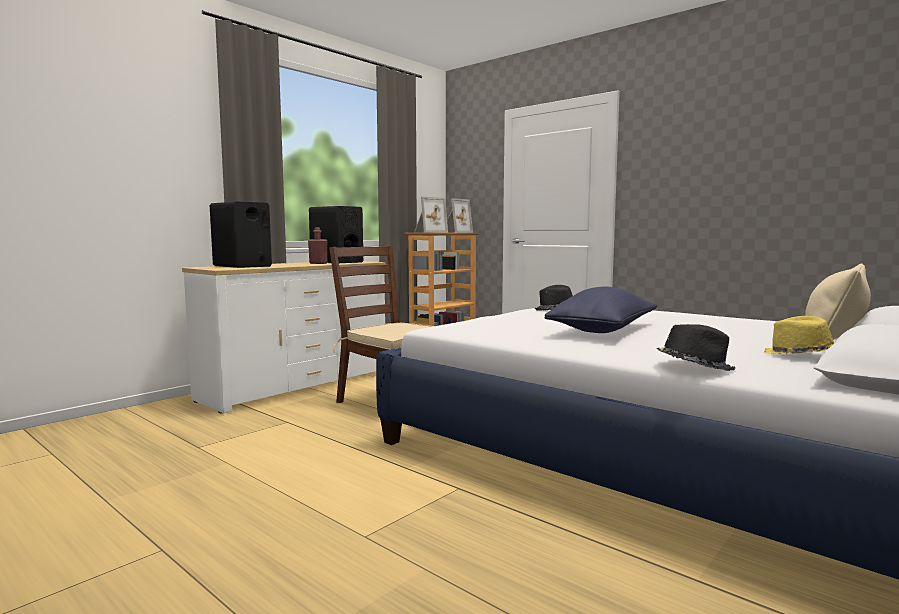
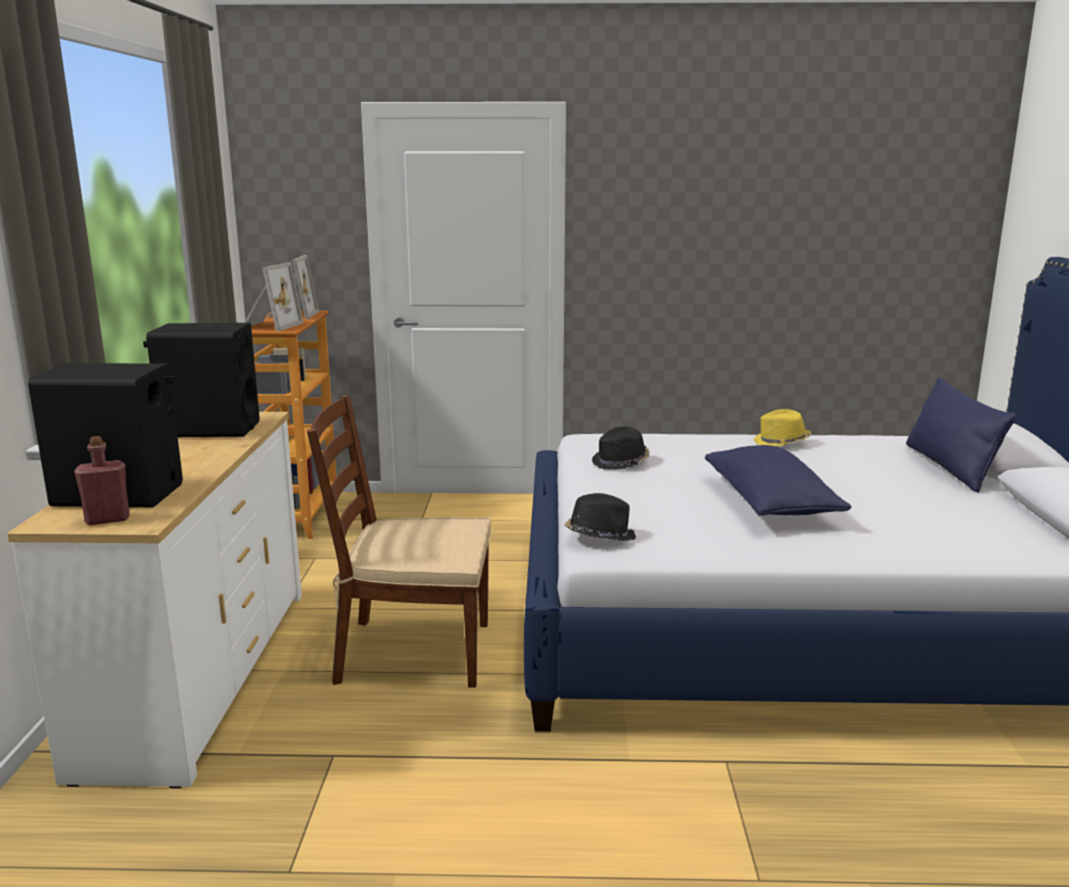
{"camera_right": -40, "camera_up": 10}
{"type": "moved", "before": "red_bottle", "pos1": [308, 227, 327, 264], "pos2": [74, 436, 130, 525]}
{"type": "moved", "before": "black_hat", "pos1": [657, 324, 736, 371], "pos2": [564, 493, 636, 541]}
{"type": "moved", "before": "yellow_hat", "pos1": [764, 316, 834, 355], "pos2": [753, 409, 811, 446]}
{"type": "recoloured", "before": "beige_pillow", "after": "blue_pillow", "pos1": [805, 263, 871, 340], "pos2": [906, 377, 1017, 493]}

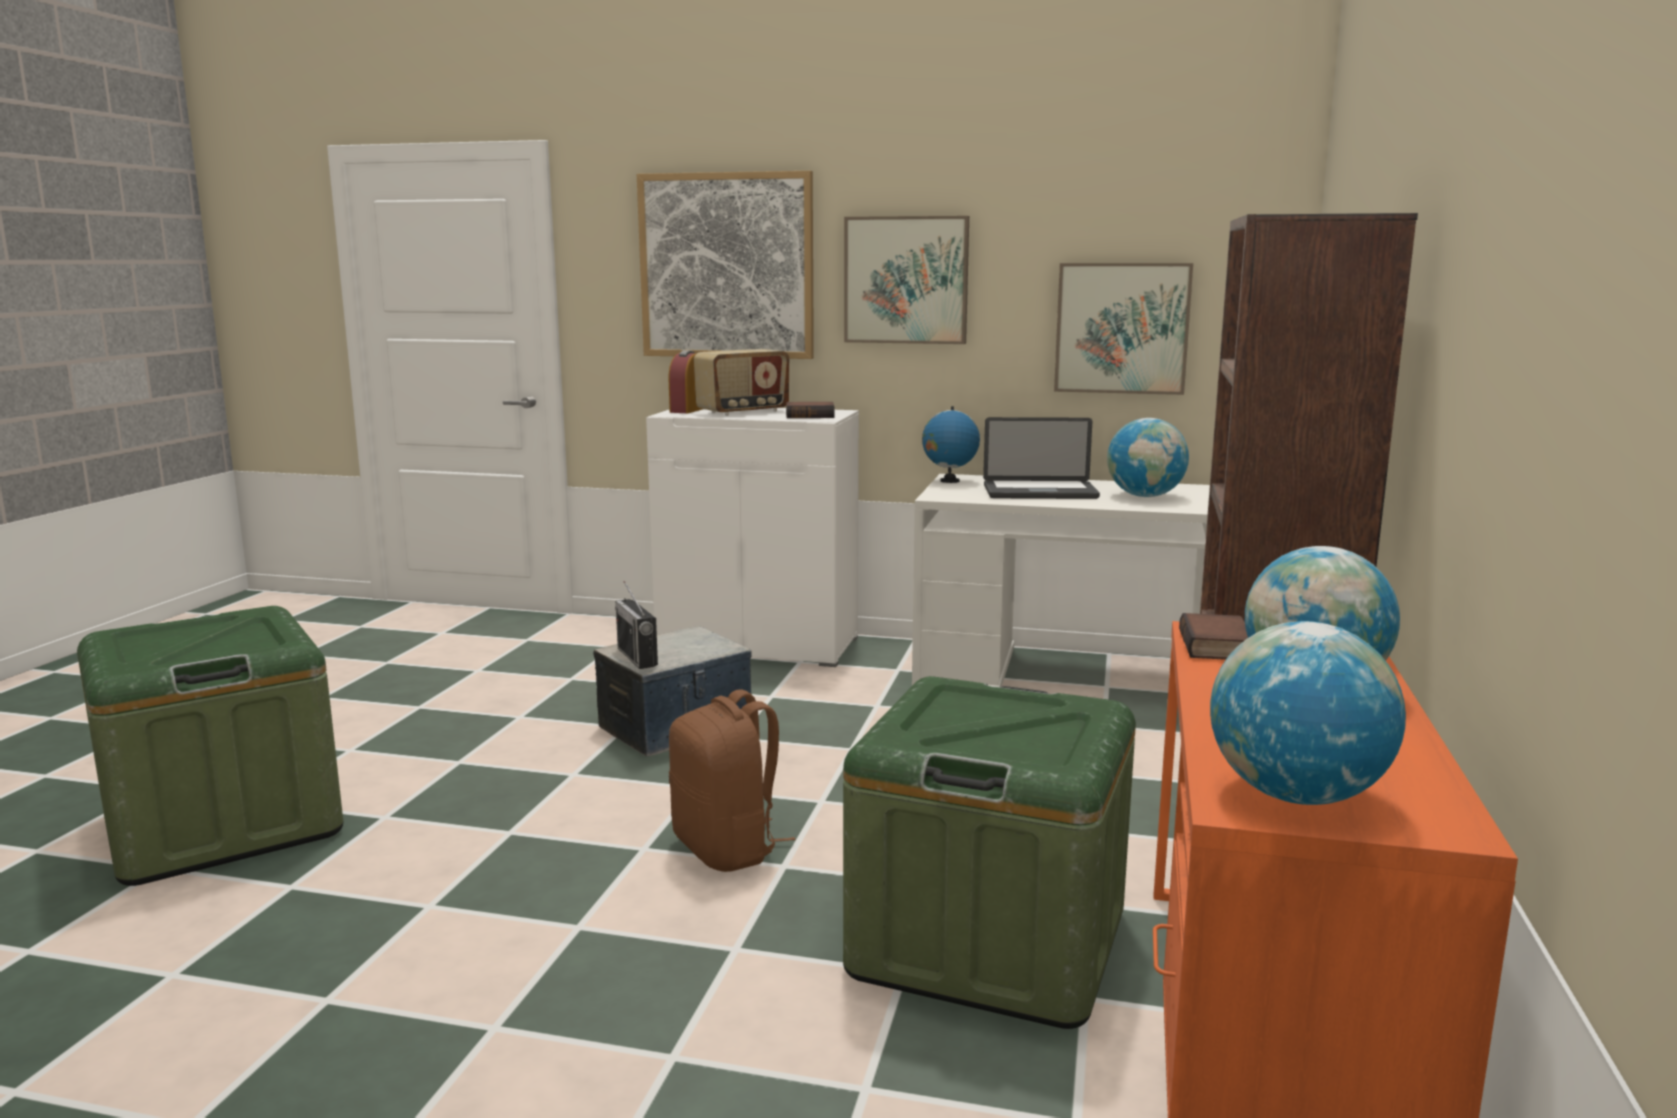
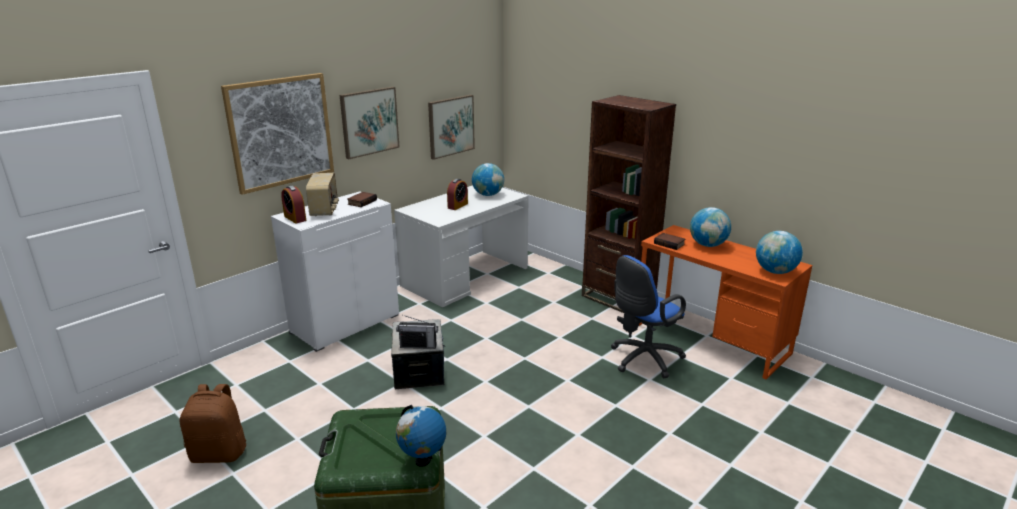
{"camera_right": -60, "camera_up": 10}
{"type": "moved", "before": "brown_backpack", "pos1": [669, 689, 796, 872], "pos2": [179, 384, 246, 463]}
{"type": "moved", "before": "globe", "pos1": [922, 406, 980, 483], "pos2": [396, 405, 446, 467]}
{"type": "replaced", "before": "laptop", "after": "alarm_clock", "pos1": [983, 417, 1100, 499], "pos2": [447, 179, 468, 210]}
{"type": "replaced", "before": "green_storage_box", "after": "blue_office_chair", "pos1": [843, 676, 1136, 1029], "pos2": [611, 255, 686, 378]}

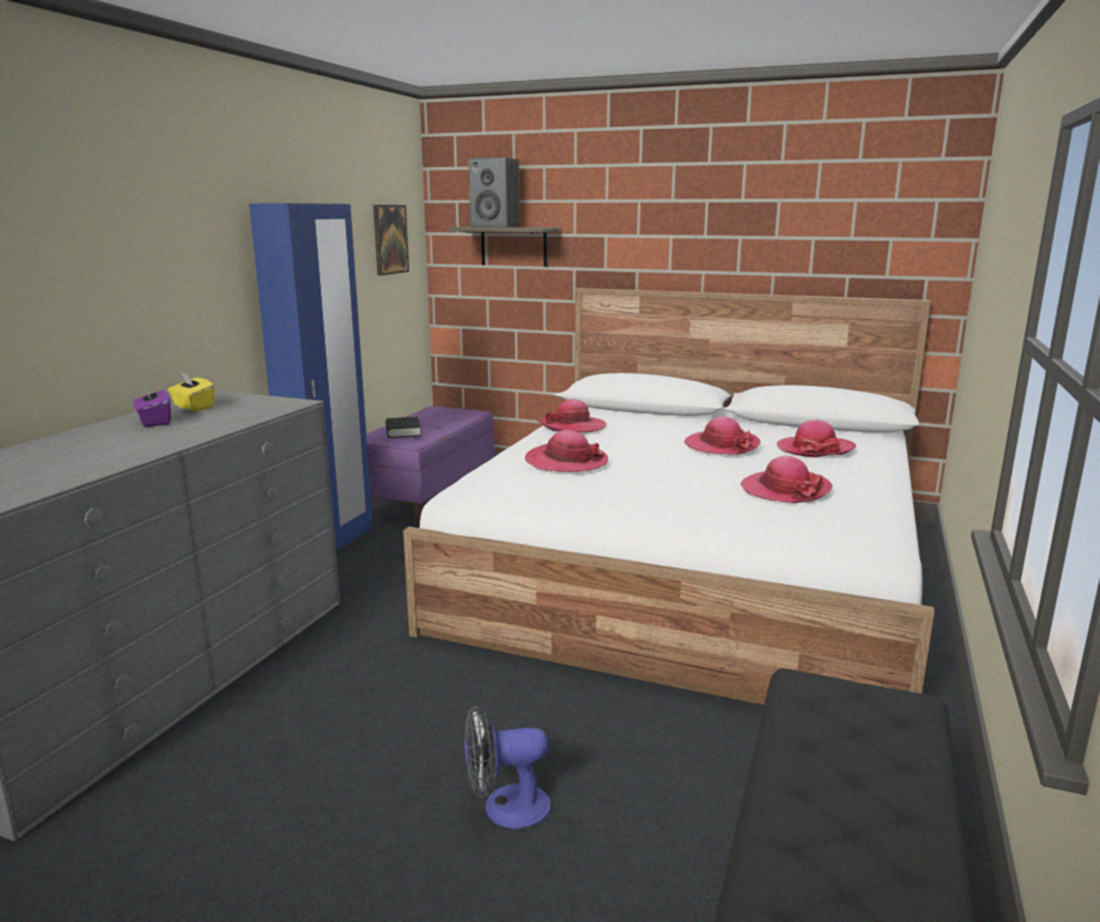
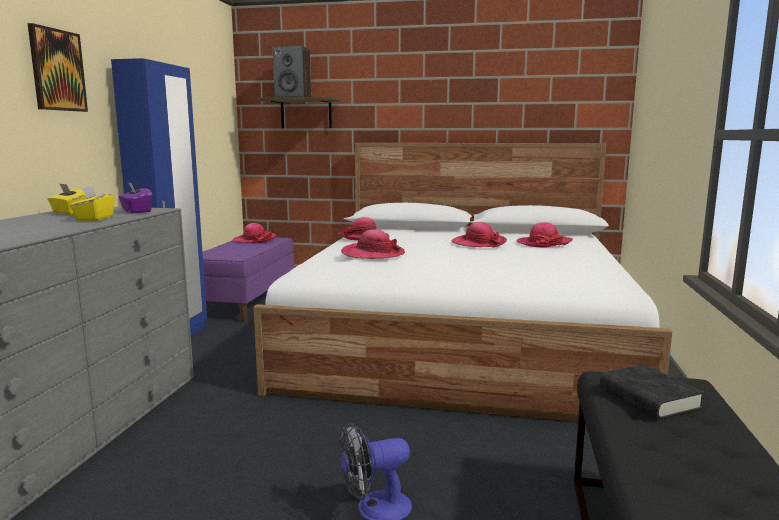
{"camera_right": -10, "camera_up": -5}
{"type": "moved", "before": "picture", "pos1": [373, 205, 409, 276], "pos2": [27, 23, 88, 112]}
{"type": "added", "after": "yellow_tissue_box", "pos2": [70, 186, 115, 221]}
{"type": "moved", "before": "purple_tissue_box", "pos1": [133, 383, 171, 427], "pos2": [118, 182, 152, 213]}
{"type": "moved", "before": "hat", "pos1": [741, 456, 832, 503], "pos2": [233, 223, 277, 244]}
{"type": "moved", "before": "black_book", "pos1": [385, 417, 421, 438], "pos2": [600, 364, 705, 419]}

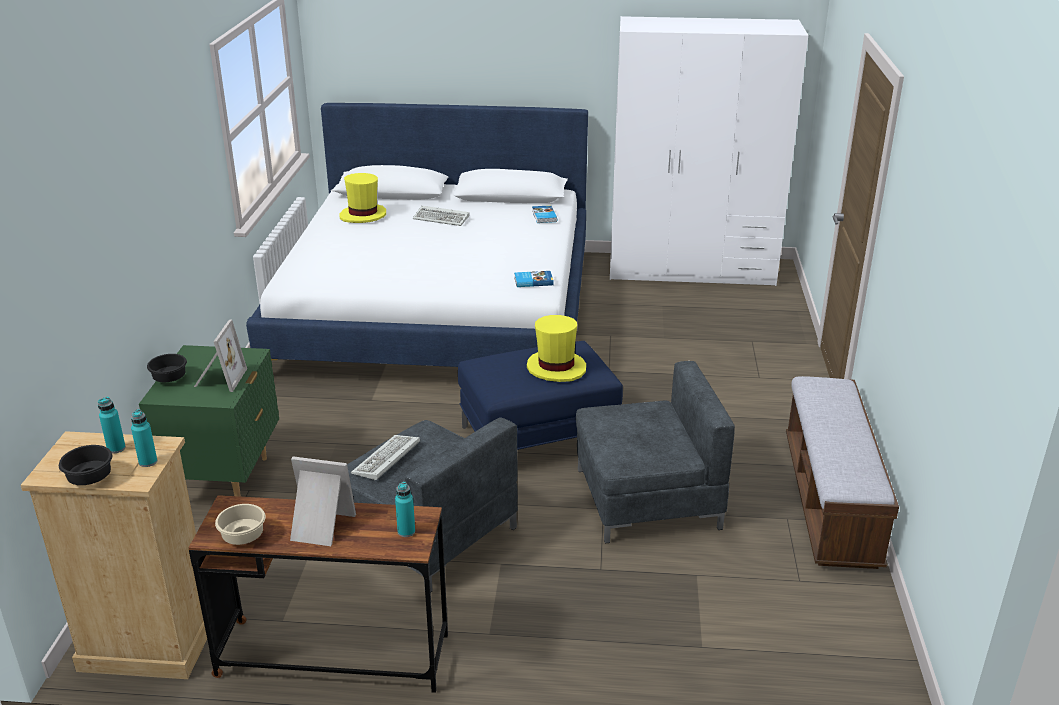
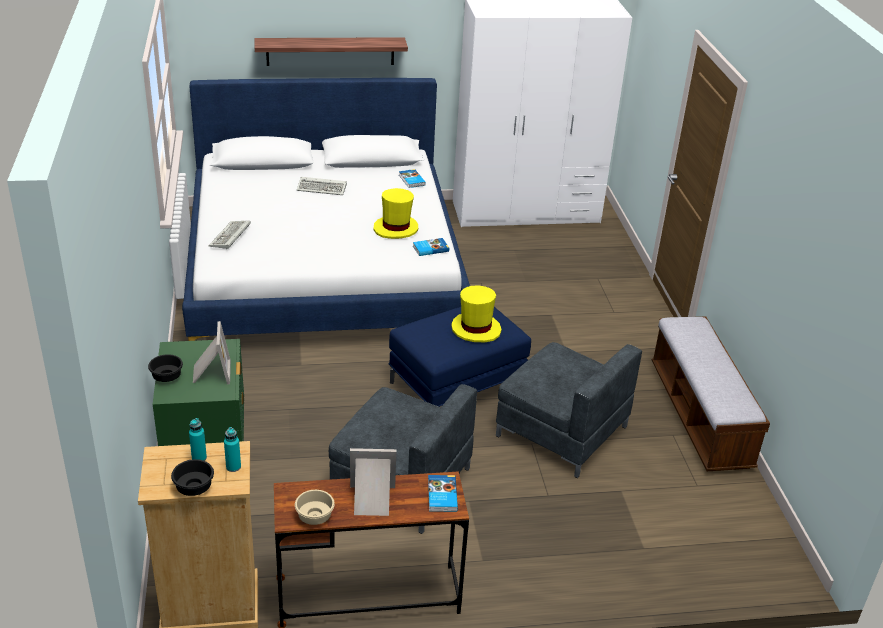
{"camera_right": -15, "camera_up": 5}
{"type": "moved", "before": "keyboard", "pos1": [351, 435, 420, 480], "pos2": [209, 221, 251, 249]}
{"type": "added", "after": "shelf", "pos2": [255, 37, 408, 66]}
{"type": "moved", "before": "yellow_hat", "pos1": [340, 173, 386, 223], "pos2": [374, 188, 418, 239]}
{"type": "replaced", "before": "turquoise_bottle", "after": "book", "pos1": [395, 481, 415, 537], "pos2": [428, 475, 458, 512]}
{"type": "turned", "before": "grey_armchair", "pos1": [576, 361, 735, 543], "pos2": [496, 342, 642, 478], "turn": 60}

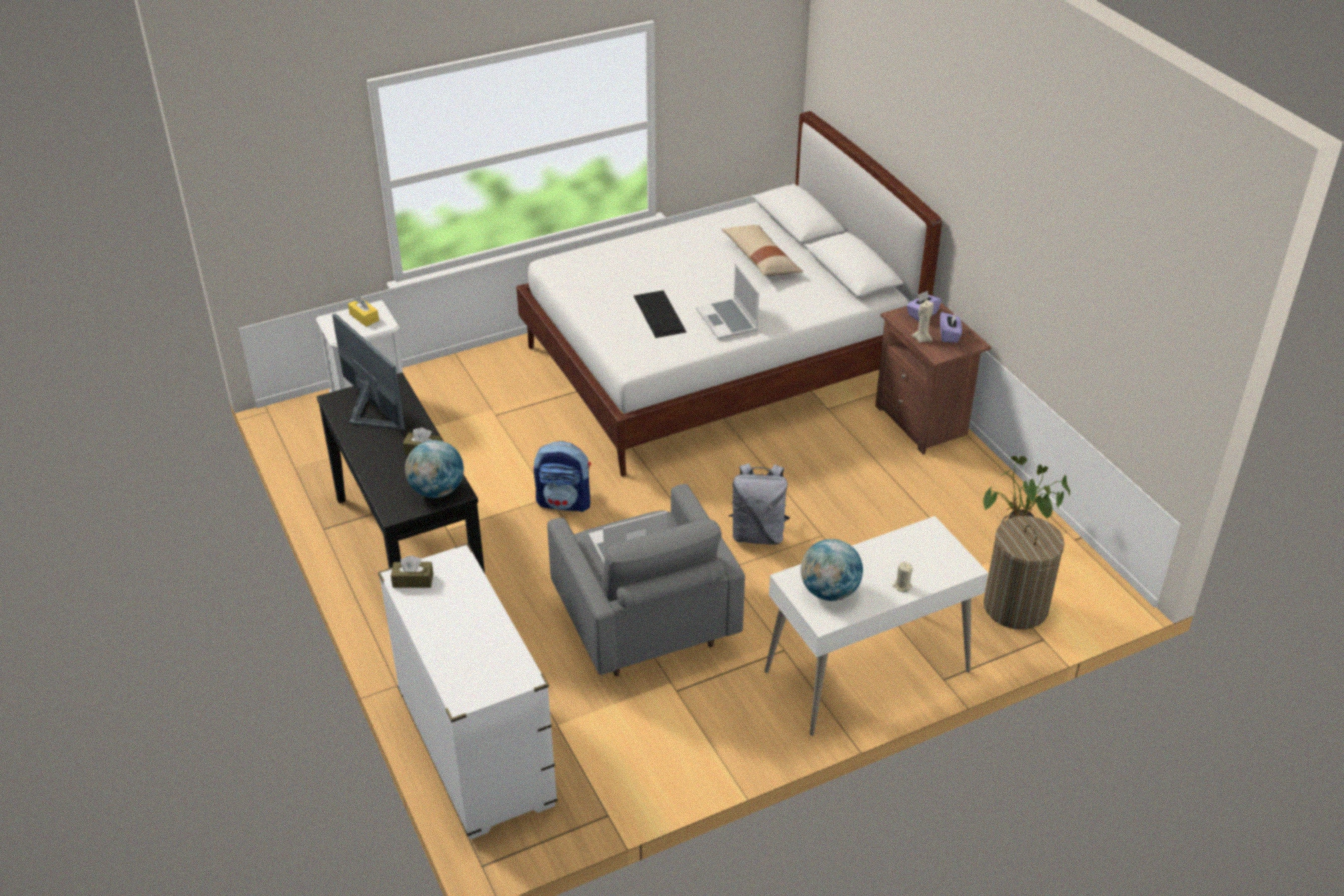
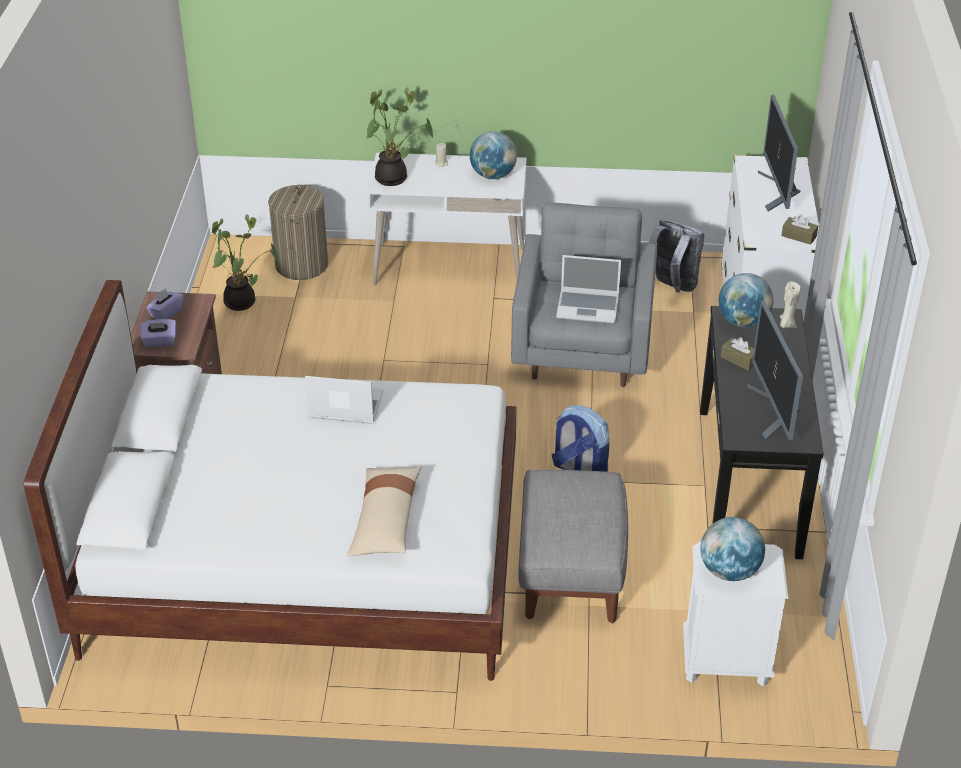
{"camera_right": -150, "camera_up": 0}
{"type": "turned", "before": "laptop", "pos1": [696, 263, 759, 339], "pos2": [305, 376, 383, 424], "turn": -90}
{"type": "moved", "before": "beige_pillow", "pos1": [721, 225, 803, 276], "pos2": [347, 466, 422, 556]}
{"type": "added", "after": "potted_plant", "pos2": [366, 88, 433, 186]}
{"type": "added", "after": "grey_ottoman", "pos2": [518, 470, 628, 623]}
{"type": "moved", "before": "grey_backpack", "pos1": [729, 463, 790, 545], "pos2": [649, 219, 704, 293]}
{"type": "replaced", "before": "yellow_tissue_box", "after": "globe", "pos1": [348, 296, 379, 327], "pos2": [701, 517, 765, 581]}
{"type": "added", "after": "monitor", "pos2": [758, 95, 801, 211]}
{"type": "moved", "before": "beige_candle", "pos1": [911, 300, 934, 343], "pos2": [780, 281, 801, 329]}
{"type": "removed", "before": "keyboard", "pos1": [634, 290, 686, 338]}

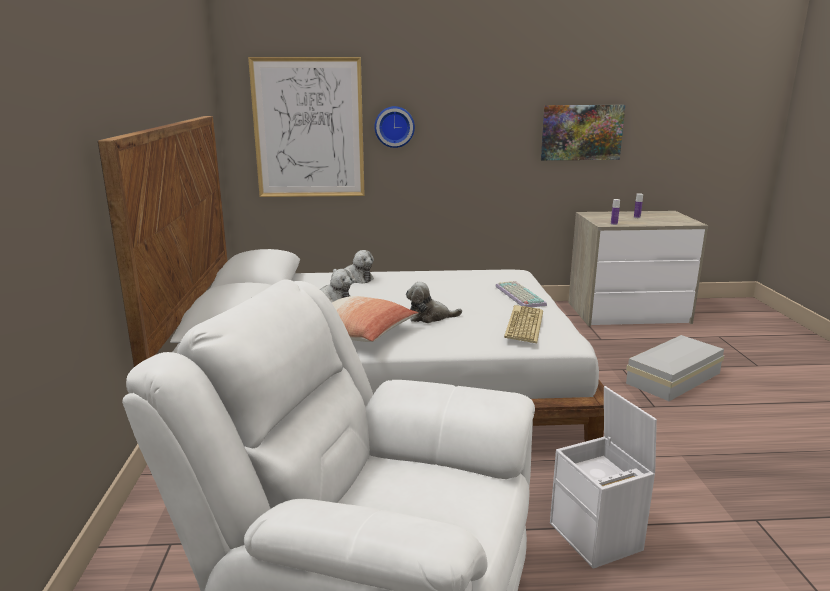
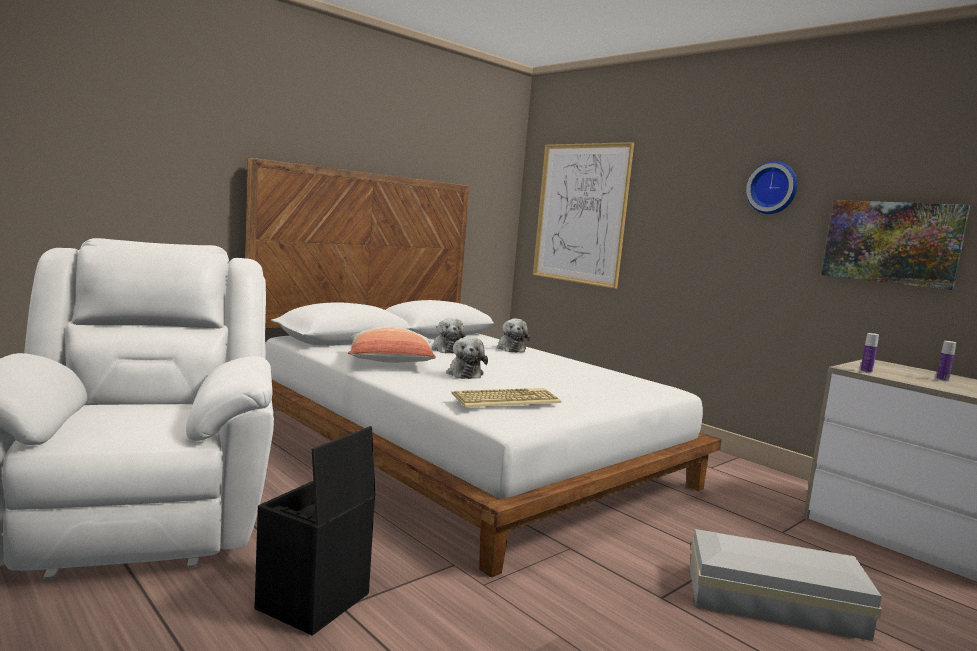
{"camera_right": 50, "camera_up": -10}
{"type": "recoloured", "before": "white_storage_box", "after": "black_storage_box", "pos1": [550, 386, 657, 569], "pos2": [255, 426, 375, 636]}
{"type": "turned", "before": "plush_toy", "pos1": [406, 282, 462, 323], "pos2": [447, 336, 488, 379], "turn": -150}
{"type": "moved", "before": "wall_clock", "pos1": [374, 106, 415, 148], "pos2": [746, 161, 798, 214]}
{"type": "removed", "before": "keyboard", "pos1": [495, 281, 547, 307]}

